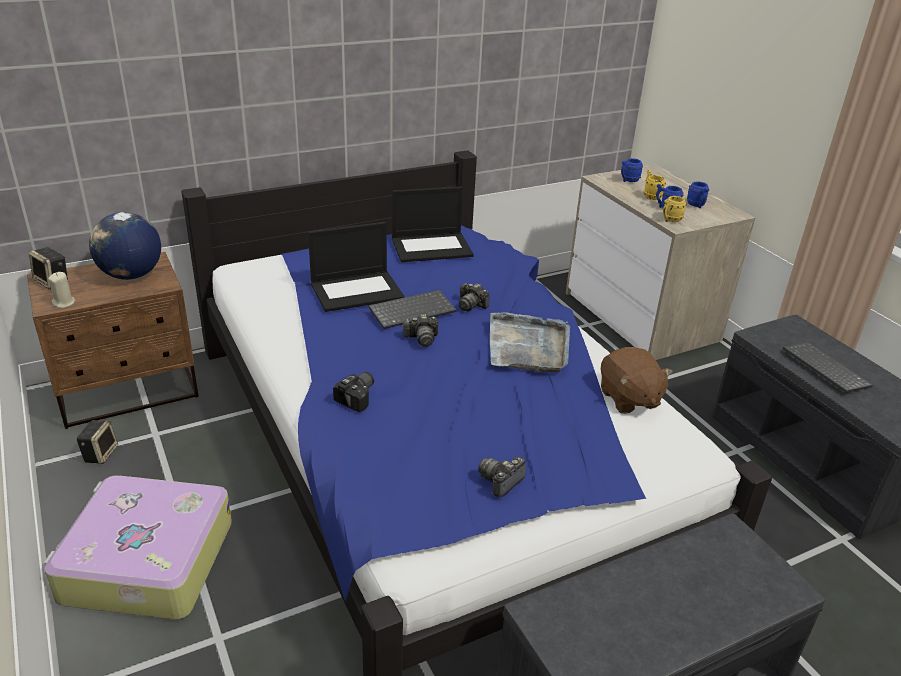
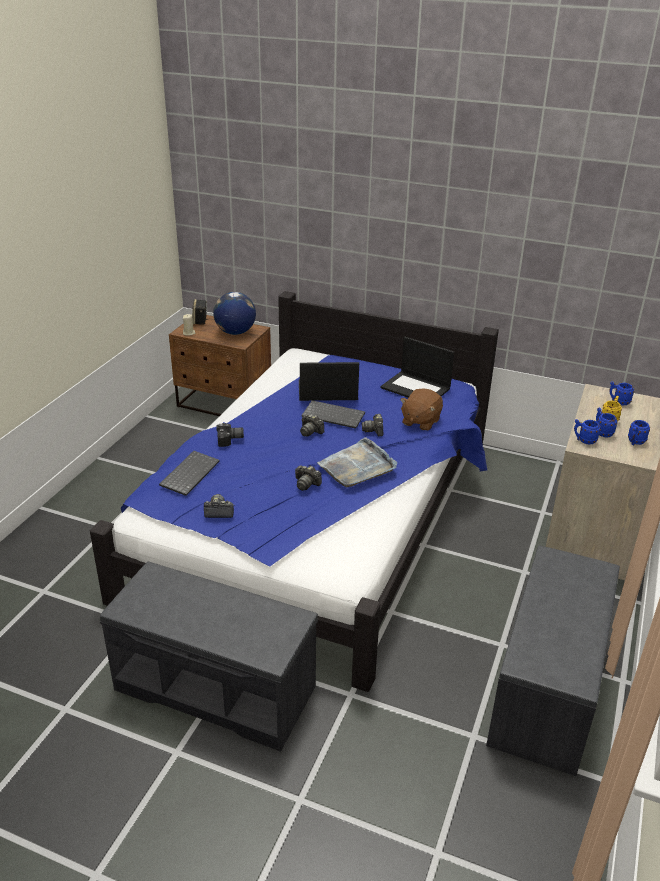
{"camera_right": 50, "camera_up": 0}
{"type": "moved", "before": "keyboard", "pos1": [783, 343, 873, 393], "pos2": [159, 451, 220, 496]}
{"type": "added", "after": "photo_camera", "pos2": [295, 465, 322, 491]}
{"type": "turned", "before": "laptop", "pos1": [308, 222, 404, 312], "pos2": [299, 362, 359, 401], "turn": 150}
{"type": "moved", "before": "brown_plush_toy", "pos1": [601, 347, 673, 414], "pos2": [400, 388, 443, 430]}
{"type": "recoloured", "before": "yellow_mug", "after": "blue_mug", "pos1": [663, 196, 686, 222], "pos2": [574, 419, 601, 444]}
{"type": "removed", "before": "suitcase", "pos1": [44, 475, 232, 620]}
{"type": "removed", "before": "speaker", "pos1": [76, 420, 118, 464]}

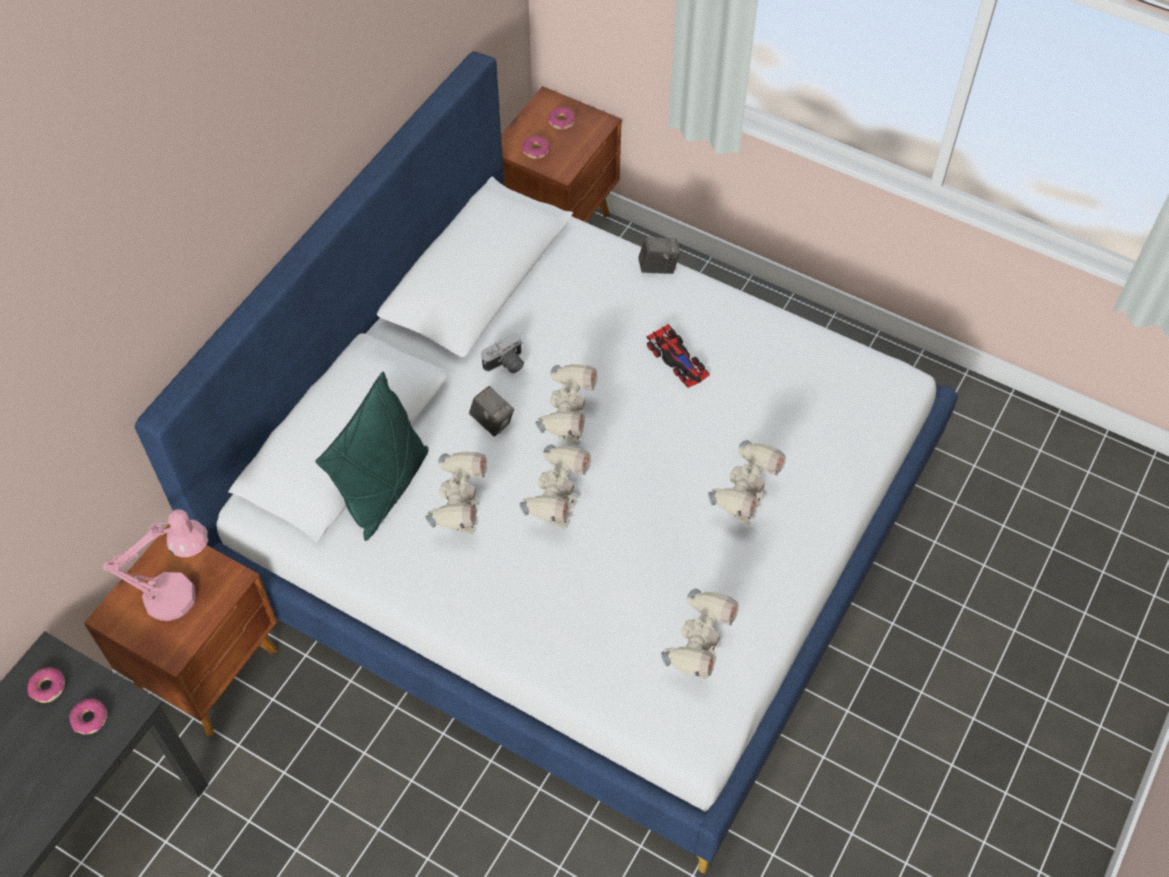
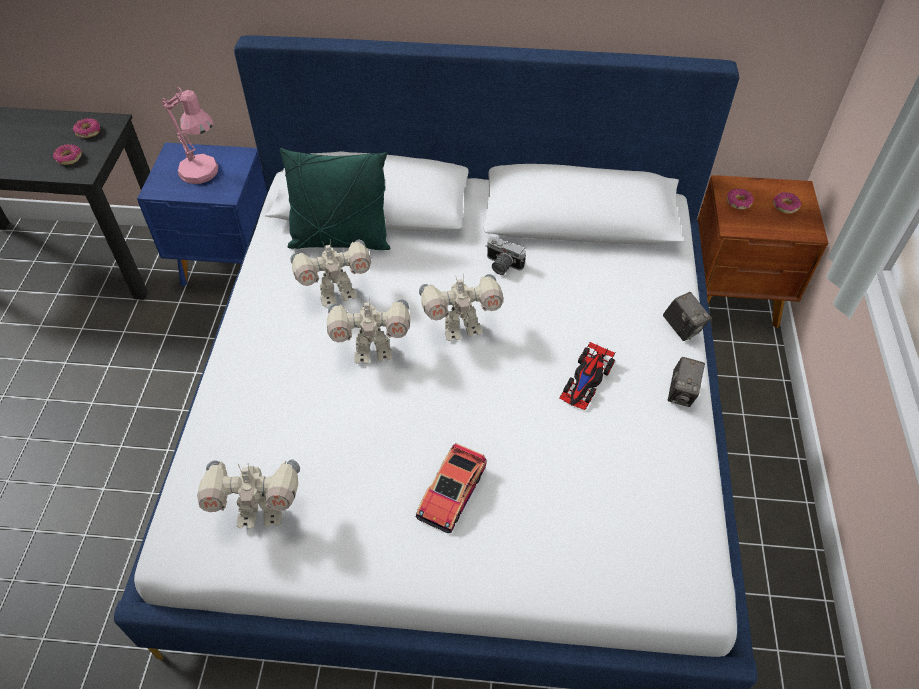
{"camera_right": 65, "camera_up": -5}
{"type": "recoloured", "before": "brown_nightstand", "after": "blue_nightstand", "pos1": [84, 524, 277, 736], "pos2": [137, 143, 267, 287]}
{"type": "replaced", "before": "toy_robot", "after": "toy_car", "pos1": [708, 440, 786, 525], "pos2": [415, 443, 487, 533]}
{"type": "moved", "before": "photo_camera", "pos1": [469, 386, 514, 437], "pos2": [668, 357, 705, 407]}

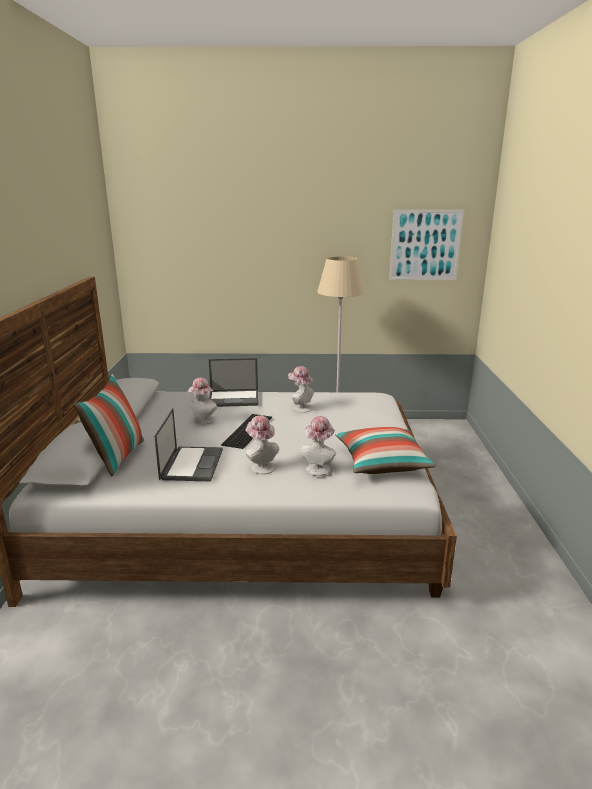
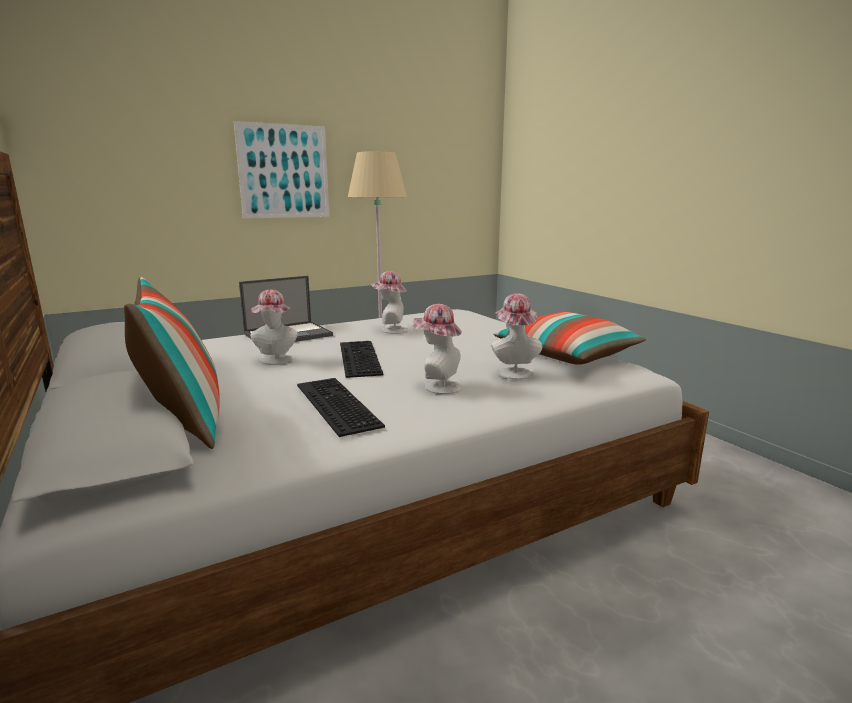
{"camera_right": -30, "camera_up": -5}
{"type": "moved", "before": "picture", "pos1": [389, 209, 464, 280], "pos2": [234, 121, 330, 219]}
{"type": "replaced", "before": "laptop", "after": "keyboard", "pos1": [154, 408, 223, 482], "pos2": [297, 378, 385, 437]}

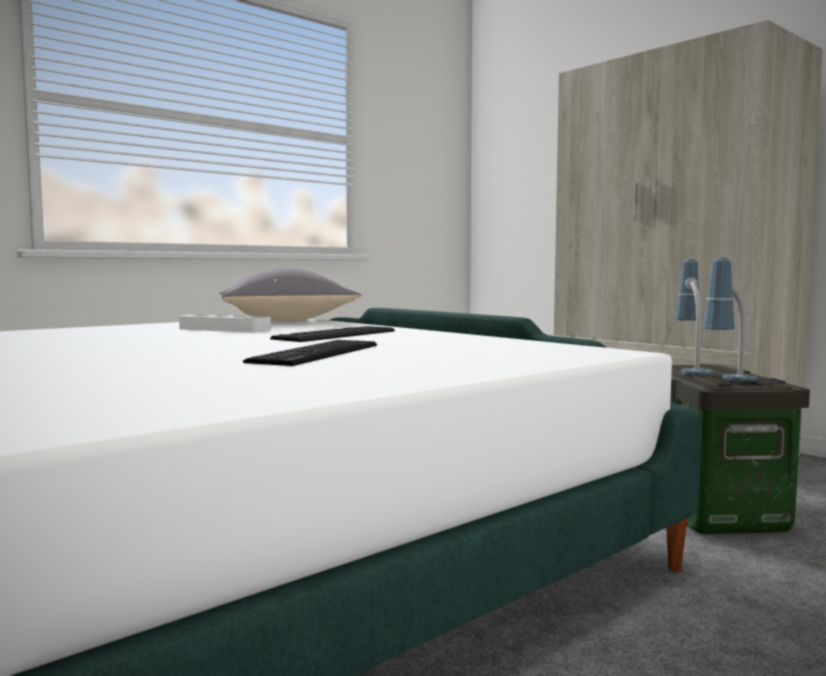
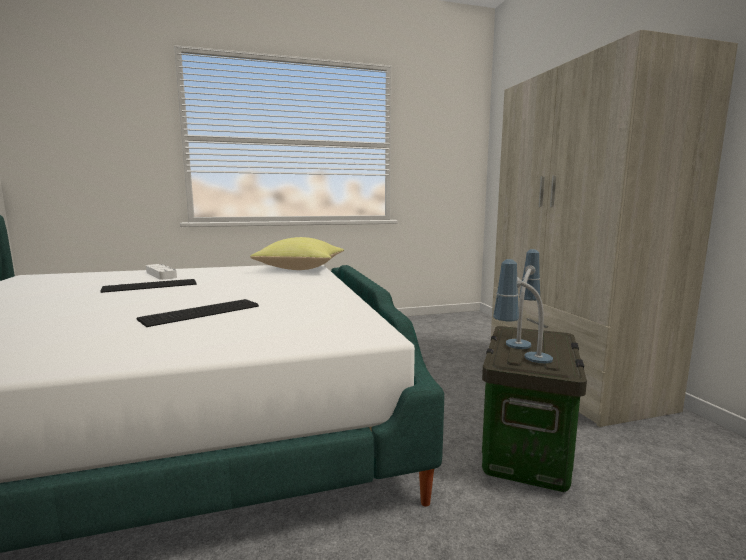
{"camera_right": 25, "camera_up": 5}
{"type": "moved", "before": "keyboard", "pos1": [270, 326, 395, 342], "pos2": [100, 279, 197, 293]}
{"type": "moved", "before": "white_tray", "pos1": [179, 314, 271, 333], "pos2": [146, 264, 177, 280]}
{"type": "recoloured", "before": "grey_pillow", "after": "yellow_pillow", "pos1": [220, 268, 361, 322], "pos2": [250, 237, 344, 270]}

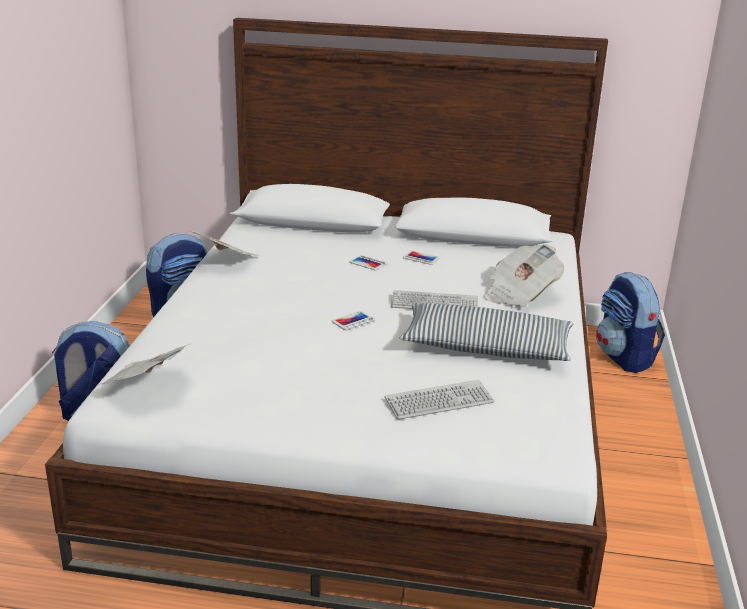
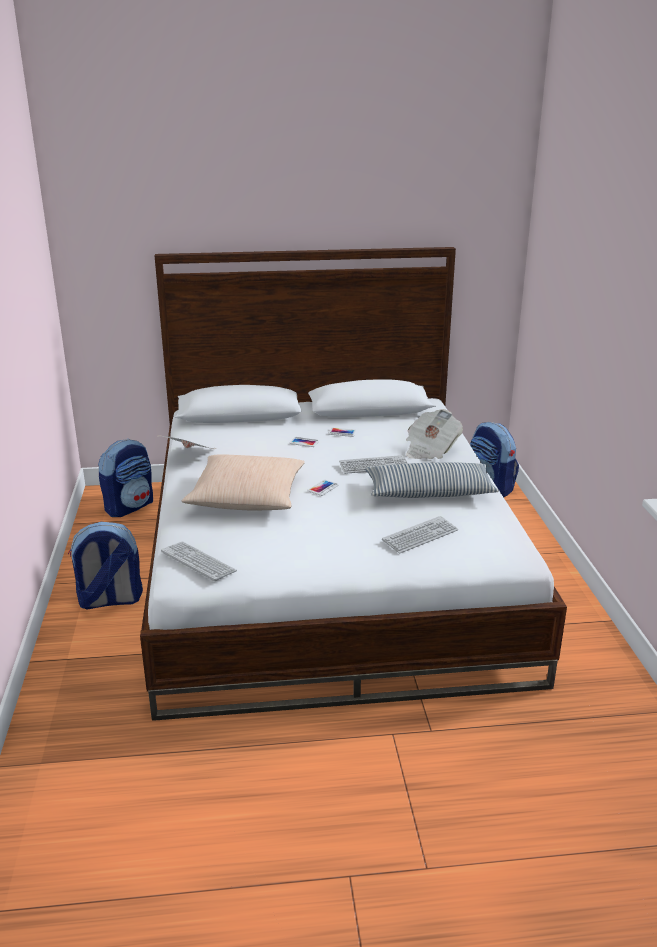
{"camera_right": -15, "camera_up": 0}
{"type": "replaced", "before": "newspaper", "after": "keyboard", "pos1": [99, 344, 190, 385], "pos2": [161, 542, 237, 581]}
{"type": "added", "after": "beige_pillow", "pos2": [182, 454, 305, 511]}

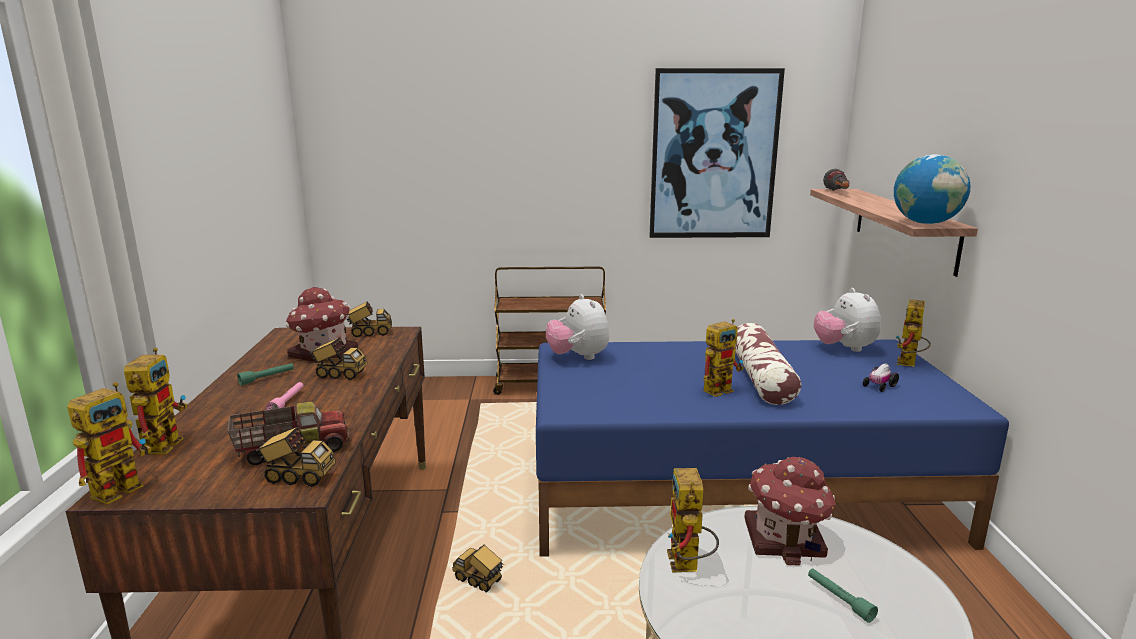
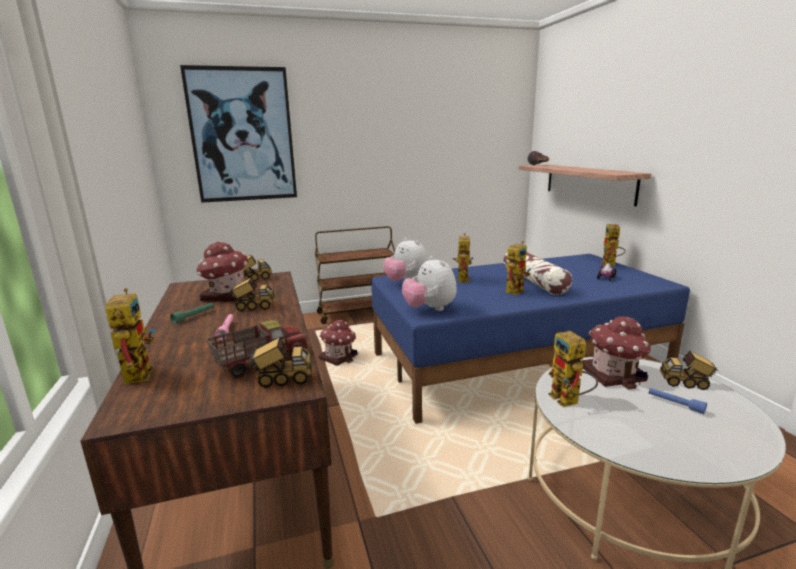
{"camera_right": -15, "camera_up": 0}
{"type": "moved", "before": "picture", "pos1": [649, 68, 785, 238], "pos2": [180, 65, 297, 203]}
{"type": "added", "after": "toy_house", "pos2": [318, 320, 358, 366]}
{"type": "moved", "before": "plush_toy", "pos1": [814, 288, 881, 352], "pos2": [402, 256, 457, 311]}
{"type": "moved", "before": "toy_robot", "pos1": [67, 382, 151, 505], "pos2": [452, 233, 474, 283]}
{"type": "recoloured", "before": "green_flashlight", "after": "blue_flashlight", "pos1": [808, 568, 878, 623], "pos2": [649, 388, 707, 414]}
{"type": "moved", "before": "toy_truck", "pos1": [452, 545, 504, 592], "pos2": [660, 351, 718, 390]}
{"type": "removed", "before": "globe", "pos1": [894, 154, 970, 224]}

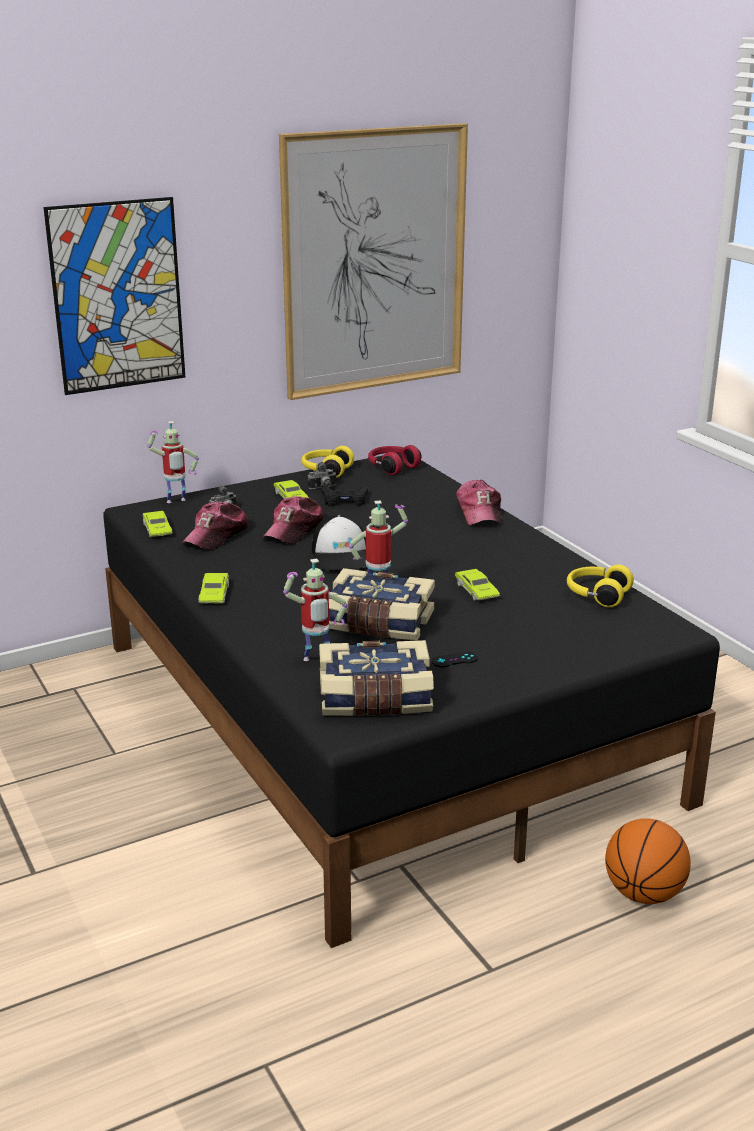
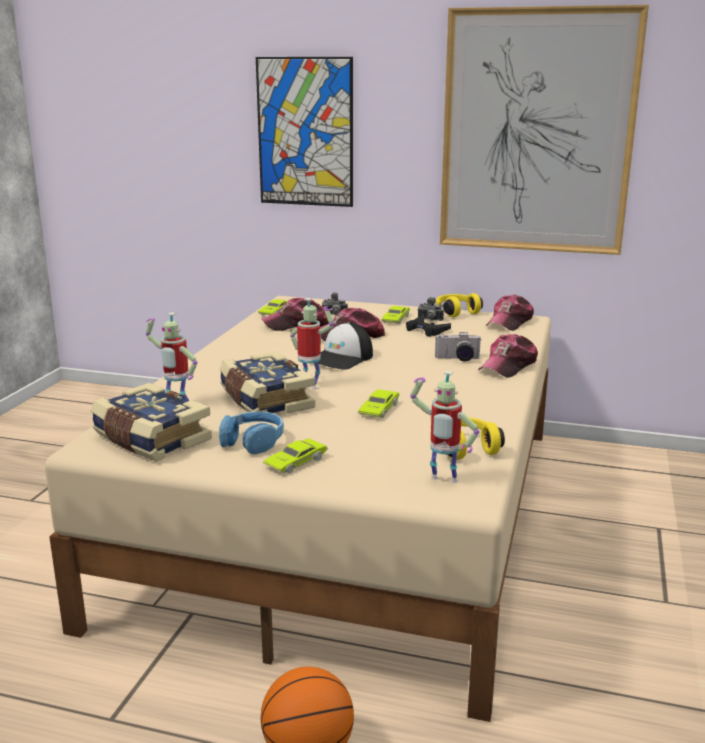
{"camera_right": 45, "camera_up": -5}
{"type": "recoloured", "before": "black_bed", "after": "beige_bed", "pos1": [103, 453, 720, 948], "pos2": [45, 296, 551, 722]}
{"type": "replaced", "before": "black_game_controller", "after": "blue_headphones", "pos1": [432, 652, 478, 667], "pos2": [219, 411, 284, 454]}
{"type": "moved", "before": "green_toy_car", "pos1": [199, 573, 229, 603], "pos2": [263, 439, 328, 474]}
{"type": "moved", "before": "toy_robot", "pos1": [147, 421, 199, 503], "pos2": [410, 371, 479, 483]}
{"type": "added", "after": "photo_camera", "pos2": [435, 332, 482, 361]}
{"type": "replaced", "before": "red_headphones", "after": "cap", "pos1": [368, 445, 422, 475], "pos2": [486, 295, 534, 331]}

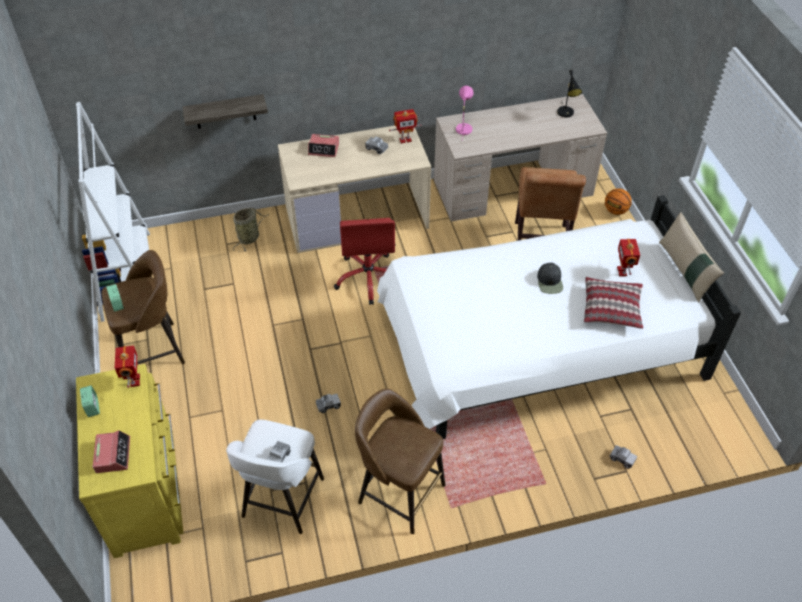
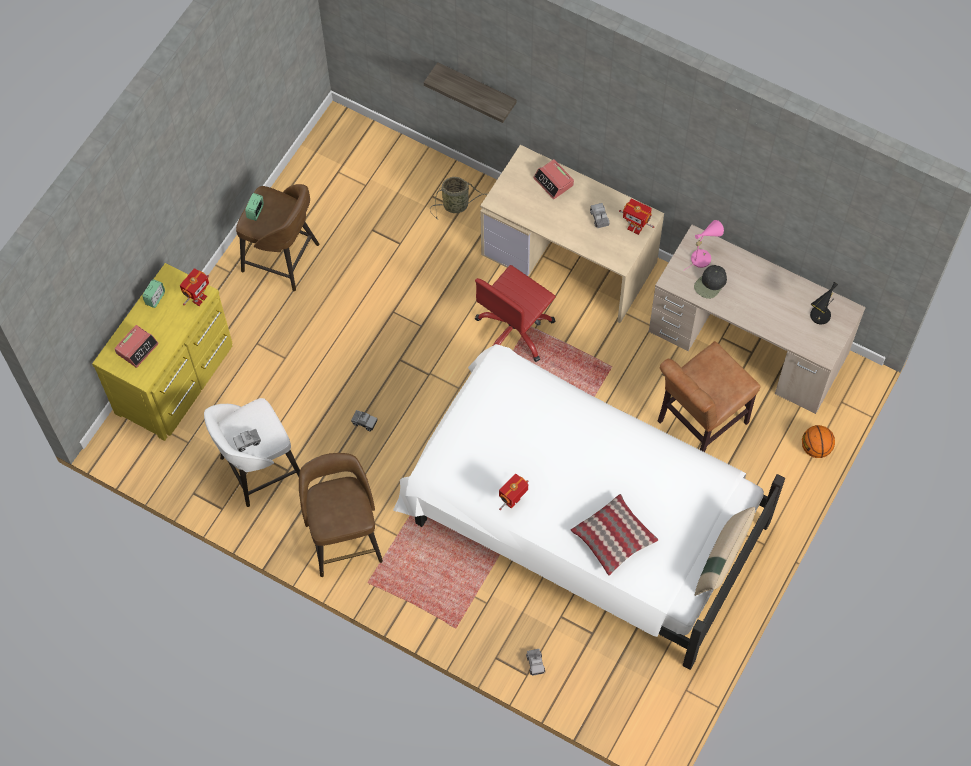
{"camera_right": 45, "camera_up": 15}
{"type": "moved", "before": "toy_robot", "pos1": [617, 239, 640, 276], "pos2": [499, 473, 529, 510]}
{"type": "moved", "before": "black_cap", "pos1": [537, 263, 563, 294], "pos2": [694, 265, 727, 299]}
{"type": "removed", "before": "white_bookcase", "pos1": [76, 102, 150, 322]}

